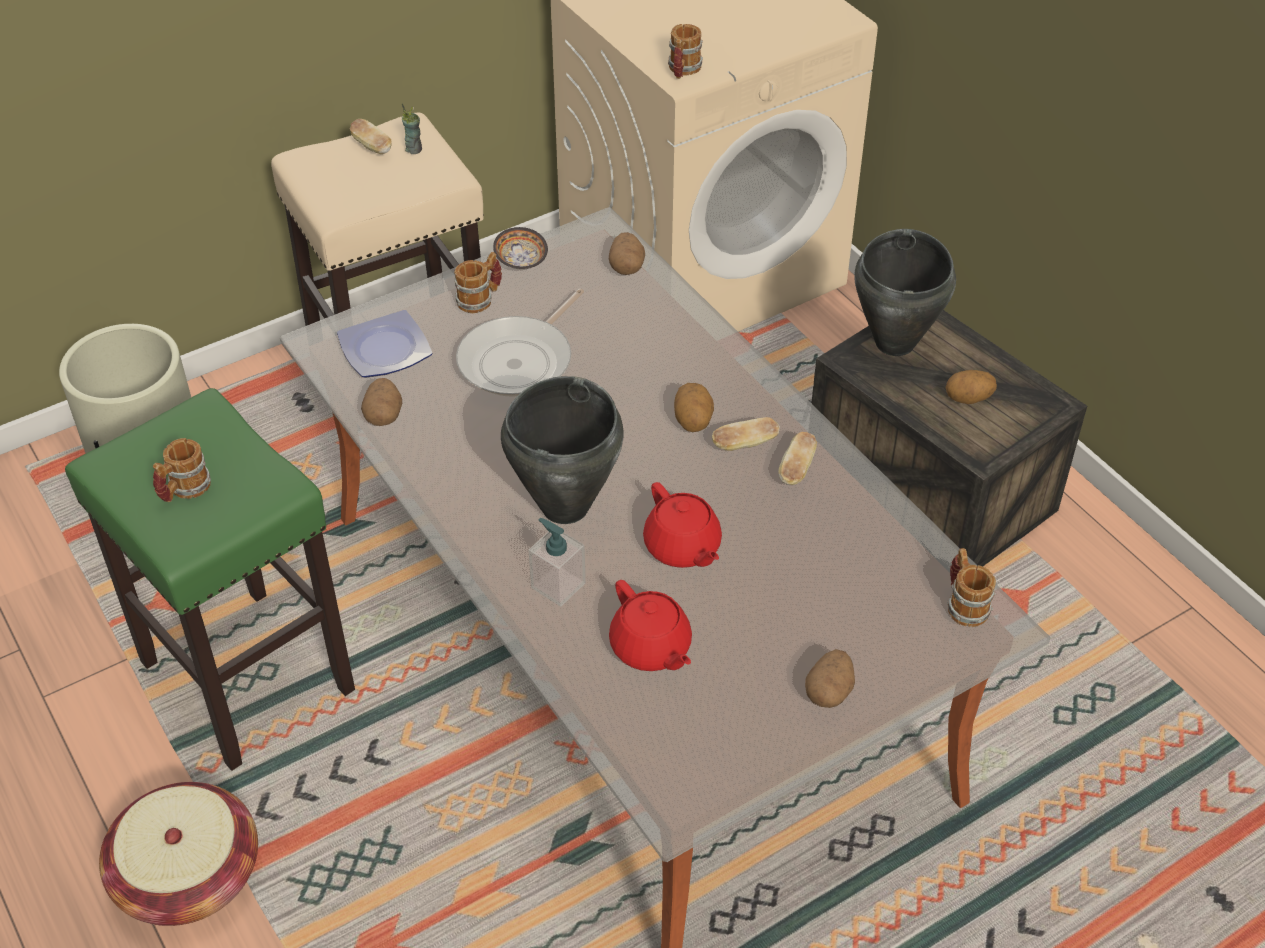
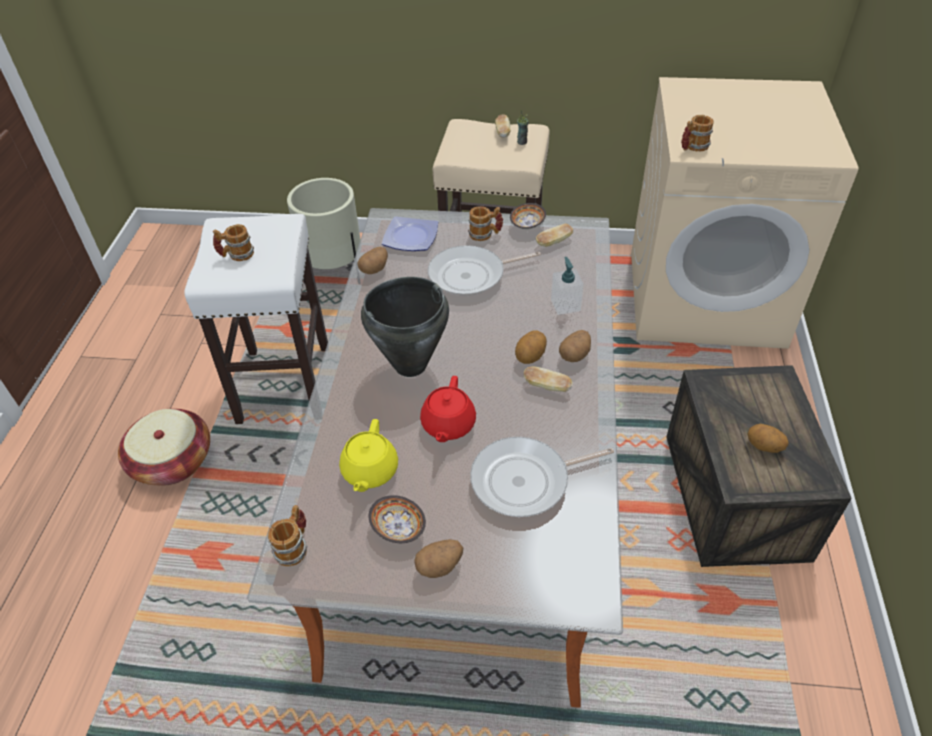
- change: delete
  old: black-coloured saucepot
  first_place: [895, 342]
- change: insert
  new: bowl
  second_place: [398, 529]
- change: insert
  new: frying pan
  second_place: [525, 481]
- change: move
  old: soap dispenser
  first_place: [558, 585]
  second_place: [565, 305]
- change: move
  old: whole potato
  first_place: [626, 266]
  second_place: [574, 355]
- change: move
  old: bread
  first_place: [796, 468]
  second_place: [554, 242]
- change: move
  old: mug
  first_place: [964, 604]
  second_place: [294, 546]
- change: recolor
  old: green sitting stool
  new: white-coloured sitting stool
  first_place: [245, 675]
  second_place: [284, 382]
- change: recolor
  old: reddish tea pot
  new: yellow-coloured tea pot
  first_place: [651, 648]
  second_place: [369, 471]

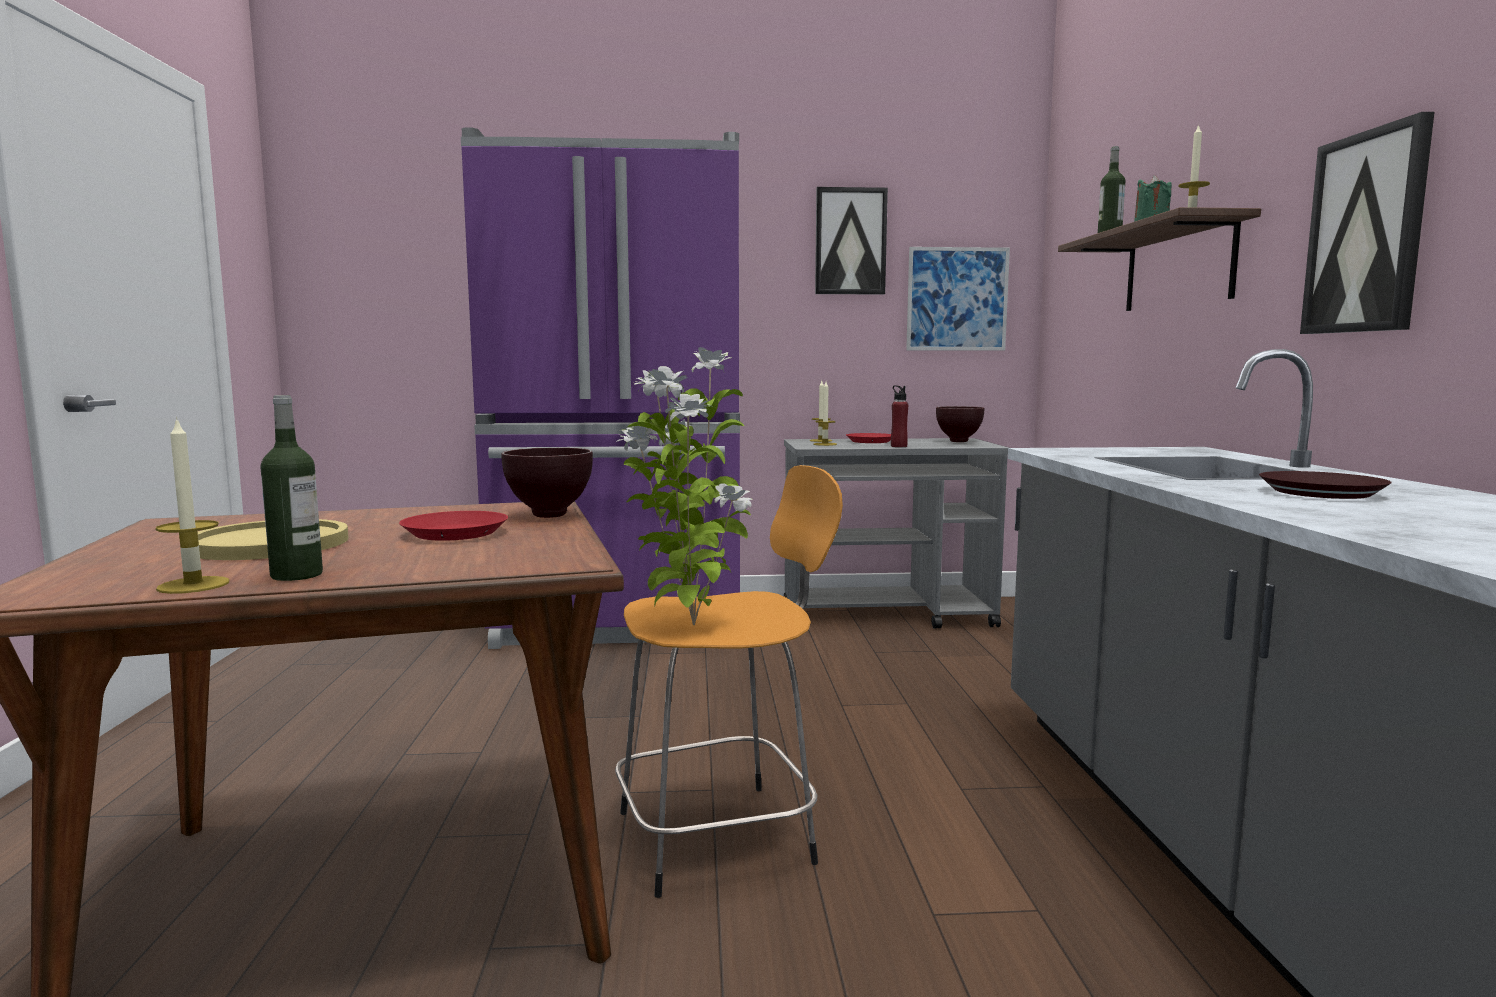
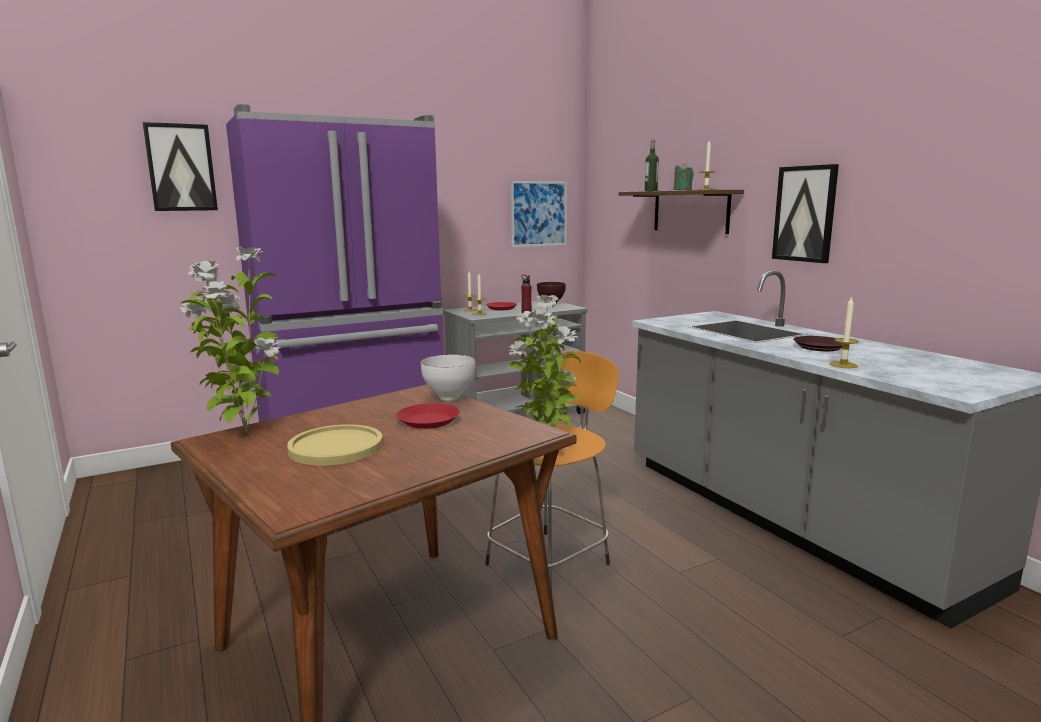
- change: delete
  old: bottle
  first_place: [296, 575]
- change: insert
  new: plant in a pot
  second_place: [243, 432]
- change: move
  old: wax candle
  first_place: [193, 585]
  second_place: [843, 365]
- change: move
  old: wall picture
  first_place: [850, 241]
  second_place: [181, 167]
- change: recolor
  old: brown-coloured bowl
  new: white-coloured bowl
  first_place: [548, 516]
  second_place: [449, 399]

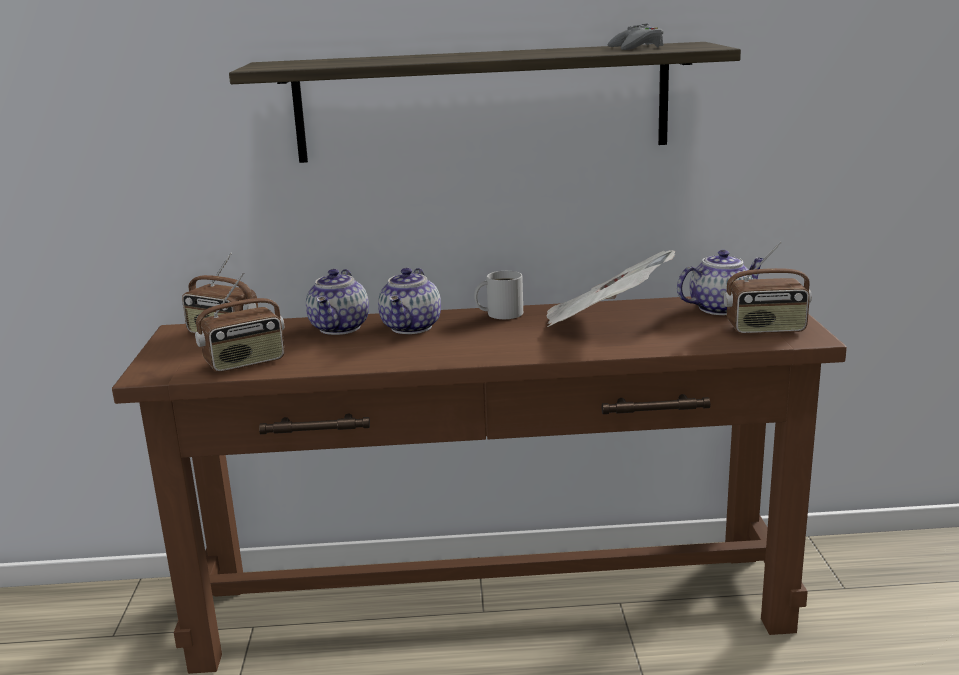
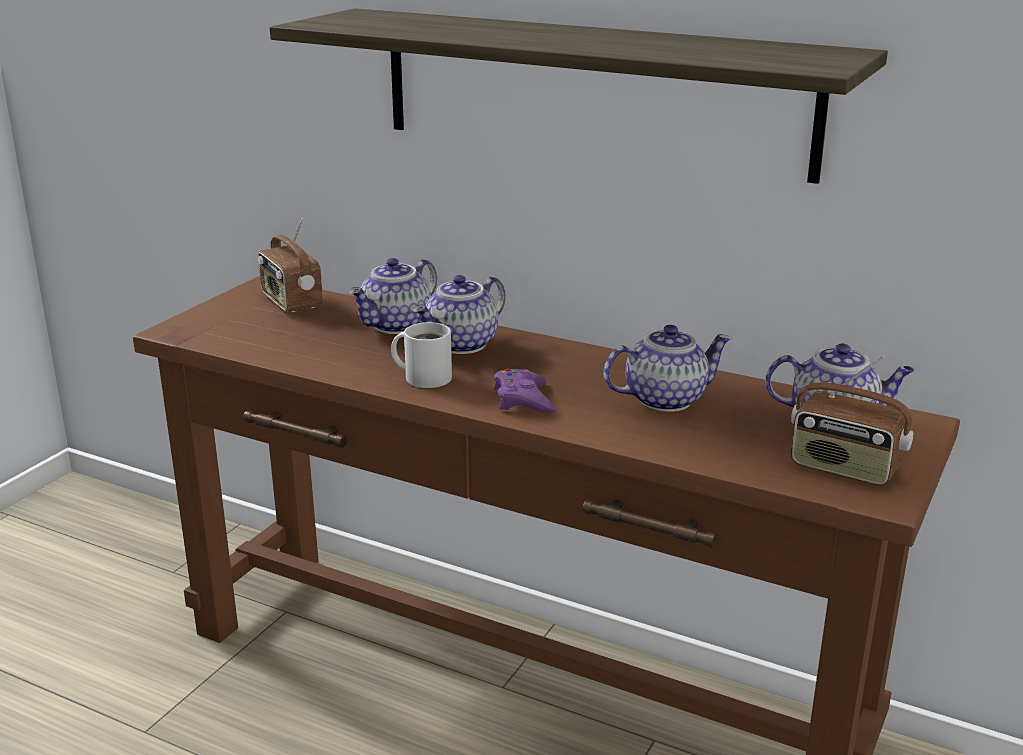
- change: delete
  old: radio receiver
  first_place: [245, 363]
- change: delete
  old: grey game controller
  first_place: [636, 47]
- change: insert
  new: purplish game controller
  second_place: [523, 399]
- change: move
  old: white-coloured mug
  first_place: [501, 313]
  second_place: [425, 377]
- change: replace
  old: printed paper
  new: tea pot
  first_place: [604, 323]
  second_place: [665, 399]

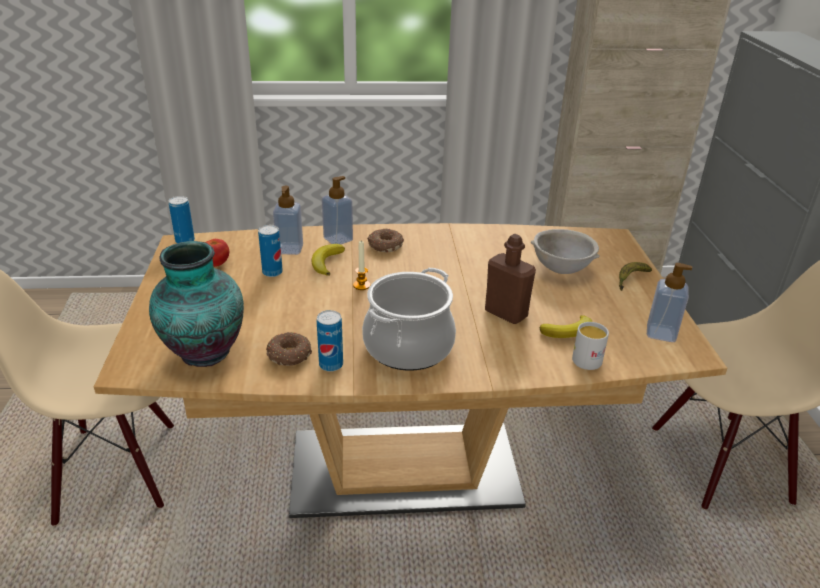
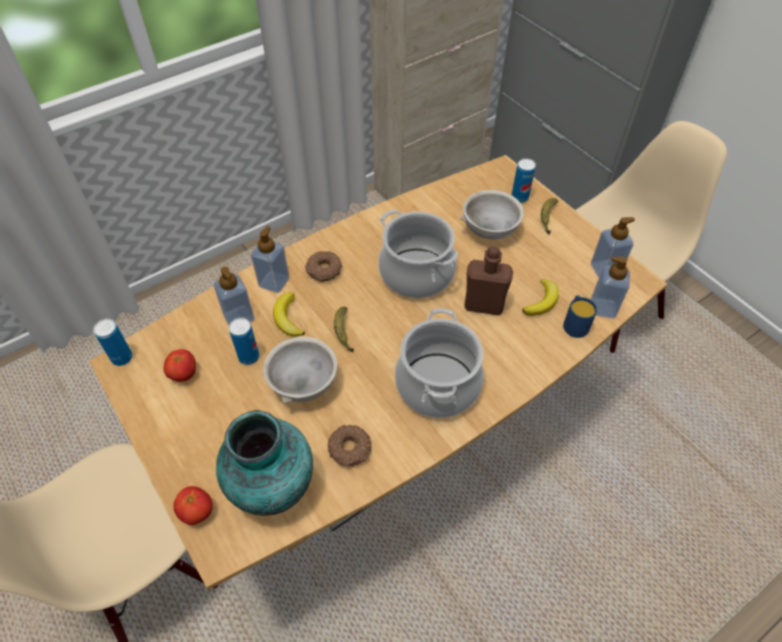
- change: insert
  new: tomato
  second_place: [197, 512]
- change: insert
  new: grey bowl
  second_place: [302, 385]
- change: insert
  new: saucepot
  second_place: [417, 273]
- change: insert
  new: soap dispenser
  second_place: [603, 308]
- change: move
  old: metal can
  first_place: [331, 365]
  second_place: [519, 197]
- change: replace
  old: wax candle
  new: banana fruit
  first_place: [361, 285]
  second_place: [343, 332]
- change: recolor
  old: white-coloured mug
  new: bluish mug
  first_place: [588, 358]
  second_place: [575, 323]

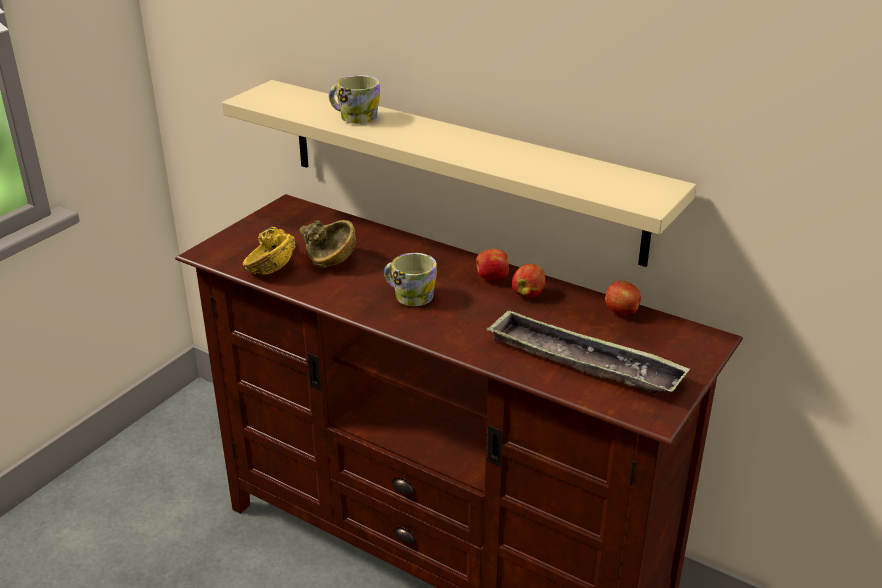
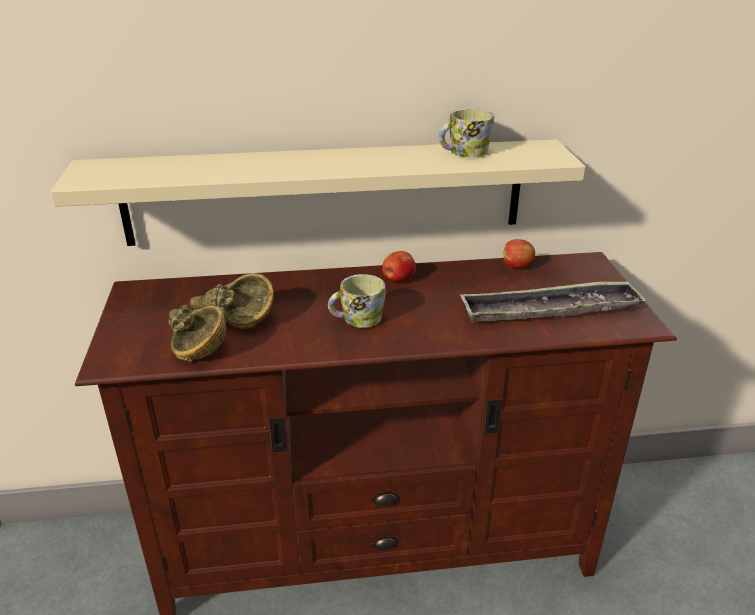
- change: delete
  old: whole apple
  first_place: [528, 294]
- change: move
  old: mug
  first_place: [354, 117]
  second_place: [463, 152]
- change: recolor
  old: yellow-coloured bowl
  new: brown-coloured bowl
  first_place: [271, 262]
  second_place: [191, 344]

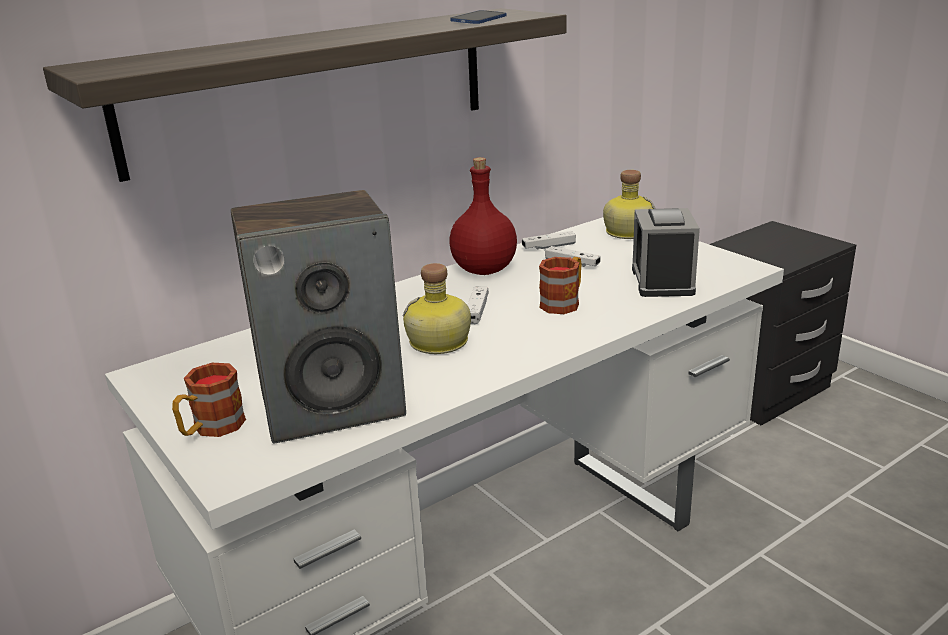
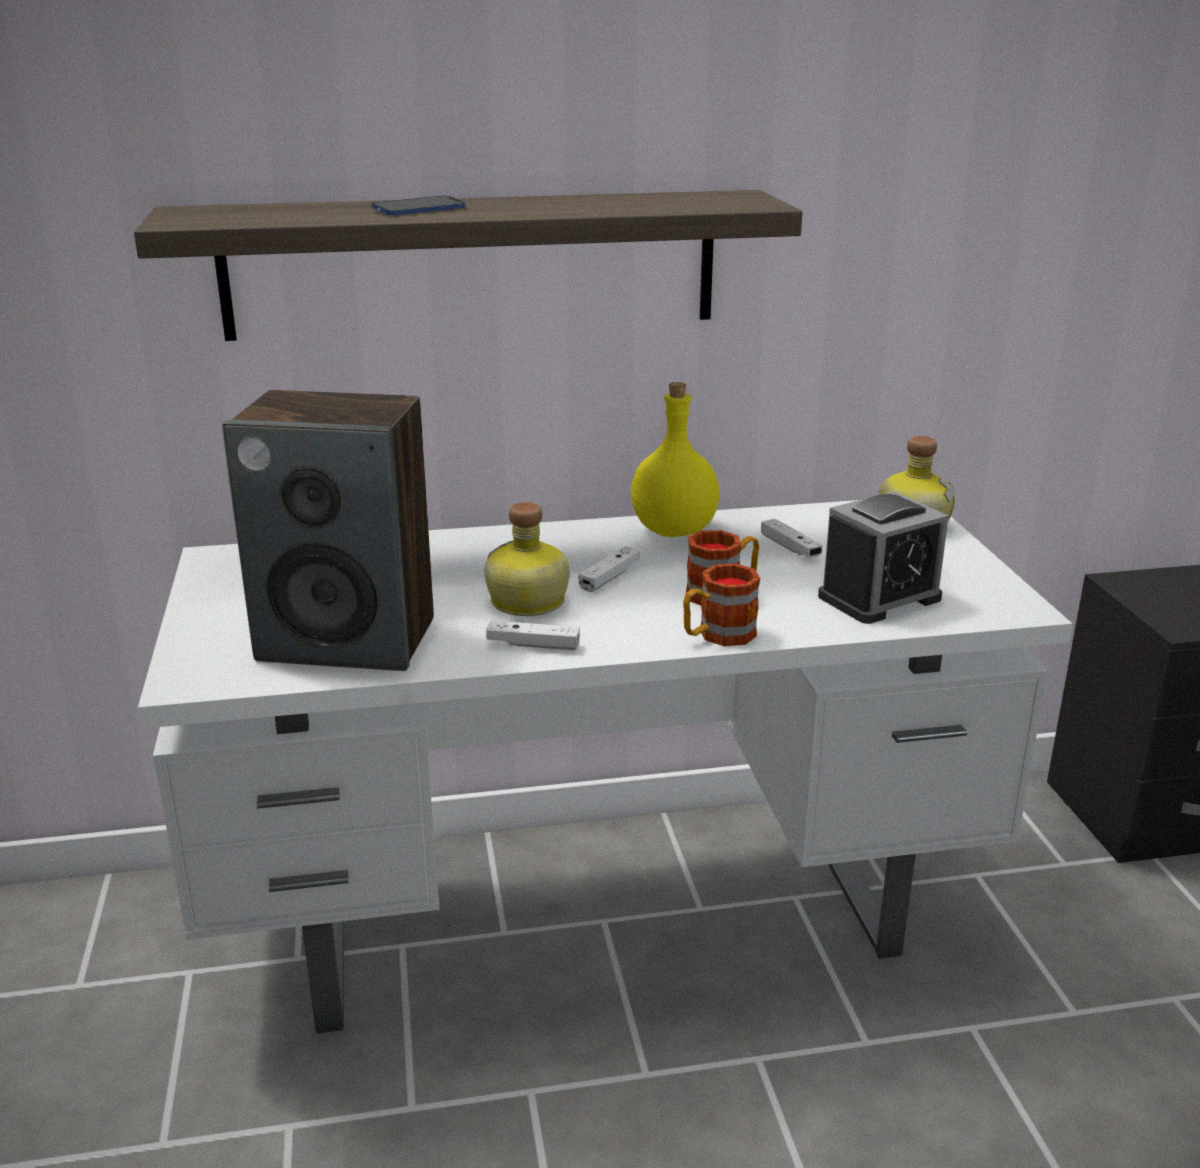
- change: move
  old: mug
  first_place: [211, 428]
  second_place: [717, 636]
- change: move
  old: telephone
  first_place: [479, 19]
  second_place: [419, 209]
- change: move
  old: white-coloured game controller
  first_place: [549, 247]
  second_place: [533, 645]
- change: recolor
  old: reddish bottle
  new: yellow-coloured bottle
  first_place: [483, 270]
  second_place: [672, 530]
- change: rotate
  old: table clock
  first_place: [662, 281]
  second_place: [879, 598]
  degrees: -150

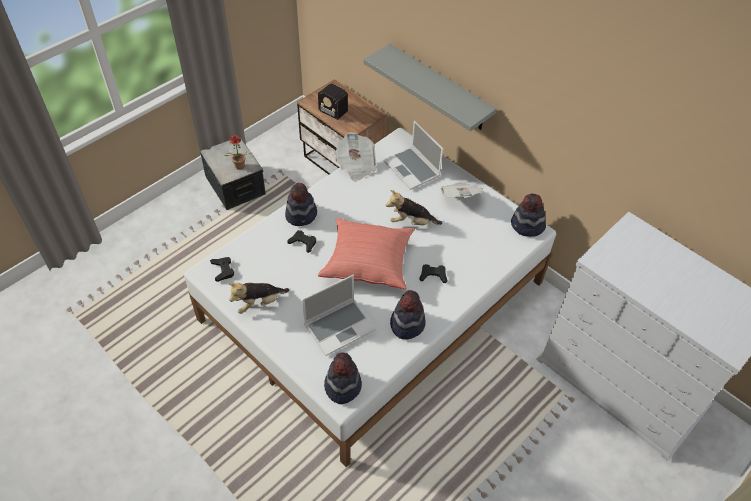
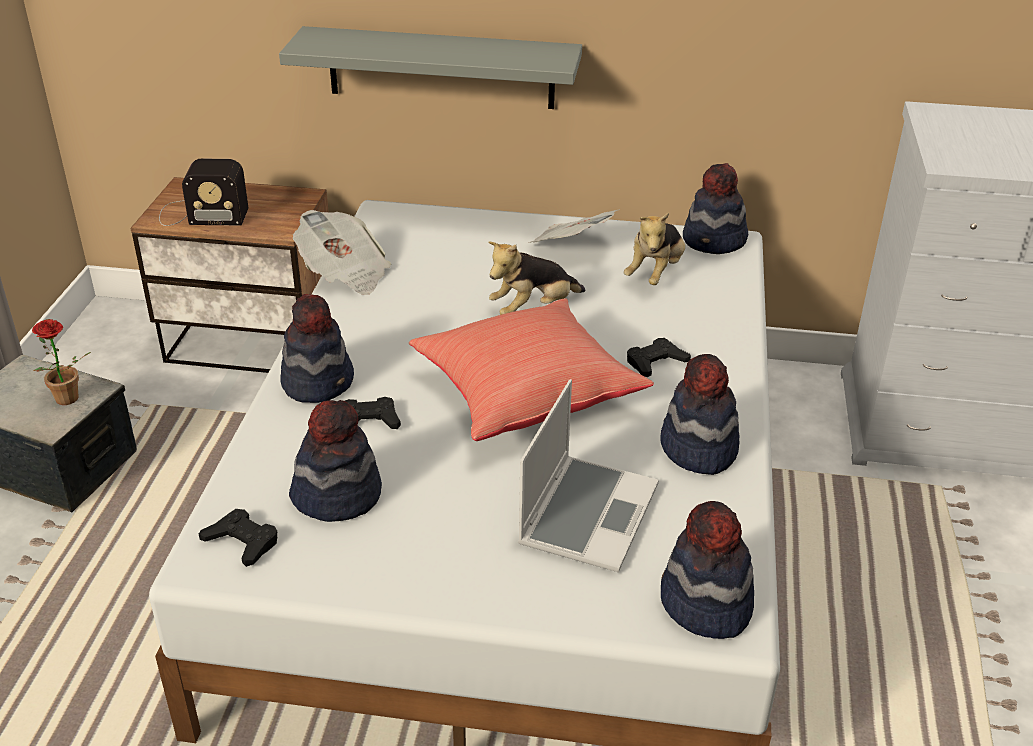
- change: delete
  old: portable computer
  first_place: [412, 169]
- change: insert
  new: wearable hat
  second_place: [337, 495]
- change: move
  old: cuddly toy
  first_place: [259, 303]
  second_place: [655, 273]

